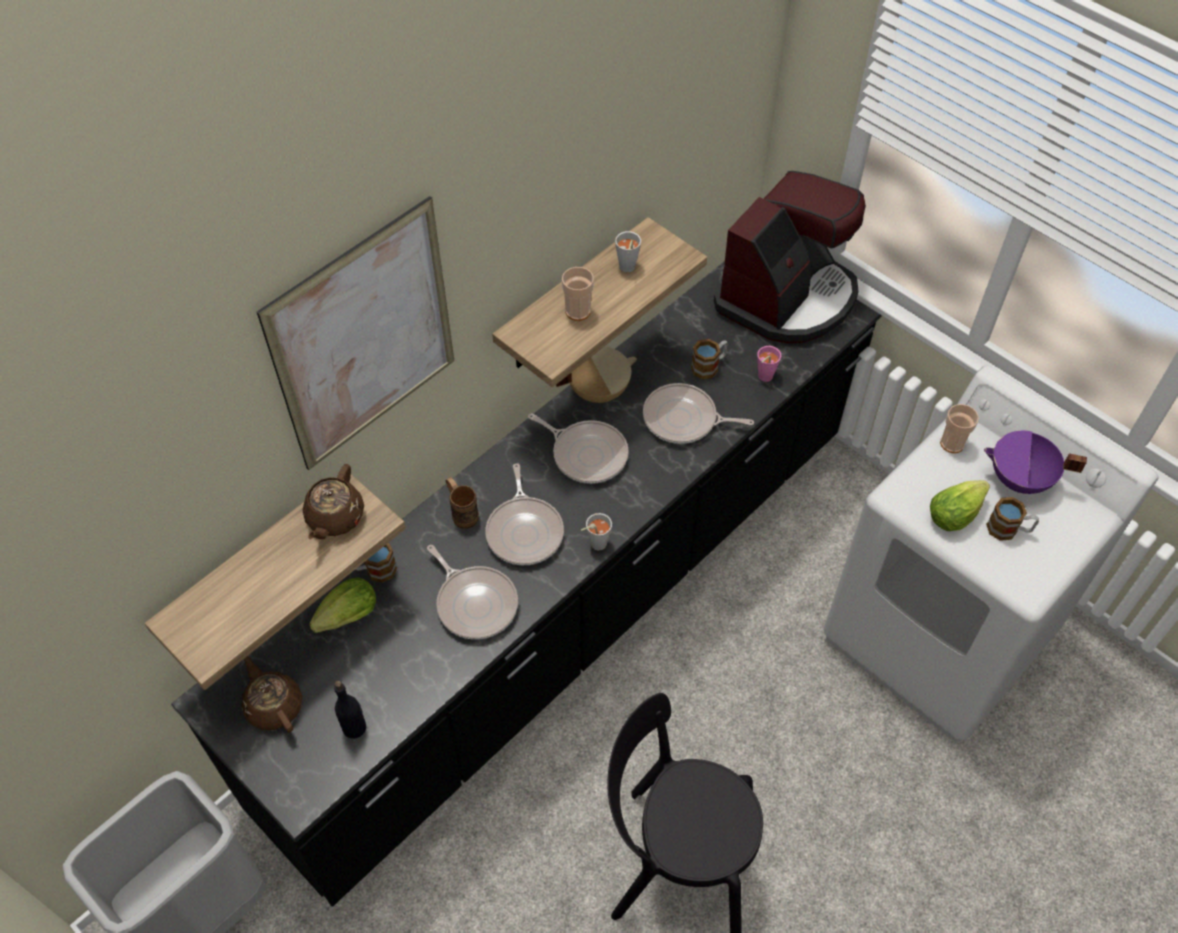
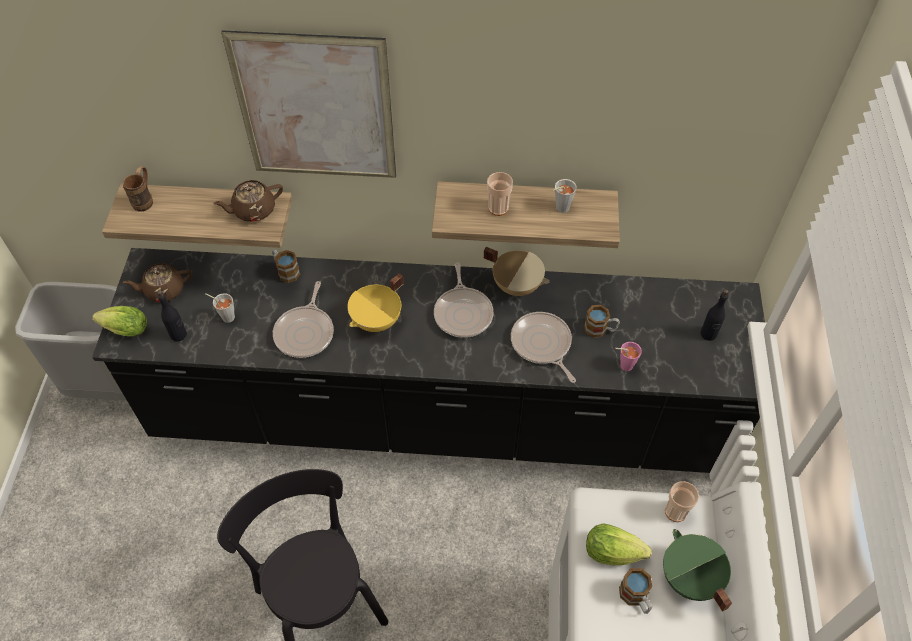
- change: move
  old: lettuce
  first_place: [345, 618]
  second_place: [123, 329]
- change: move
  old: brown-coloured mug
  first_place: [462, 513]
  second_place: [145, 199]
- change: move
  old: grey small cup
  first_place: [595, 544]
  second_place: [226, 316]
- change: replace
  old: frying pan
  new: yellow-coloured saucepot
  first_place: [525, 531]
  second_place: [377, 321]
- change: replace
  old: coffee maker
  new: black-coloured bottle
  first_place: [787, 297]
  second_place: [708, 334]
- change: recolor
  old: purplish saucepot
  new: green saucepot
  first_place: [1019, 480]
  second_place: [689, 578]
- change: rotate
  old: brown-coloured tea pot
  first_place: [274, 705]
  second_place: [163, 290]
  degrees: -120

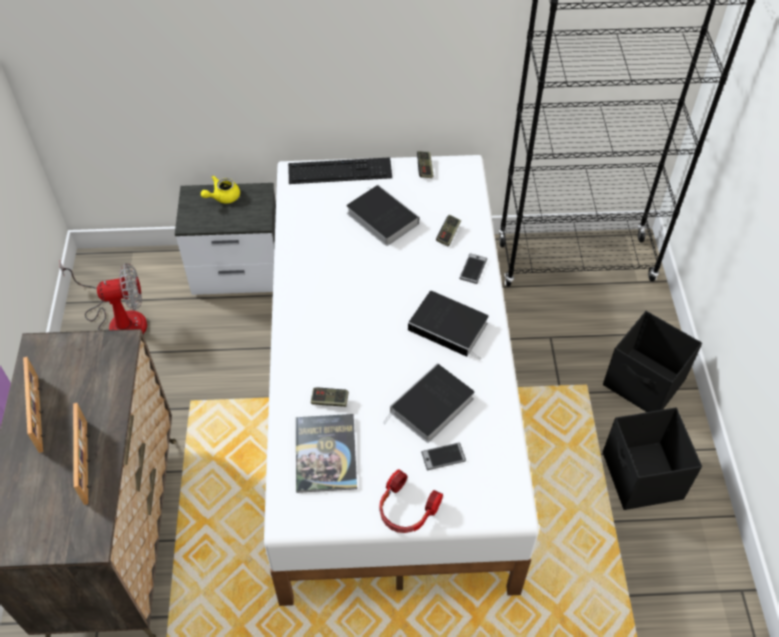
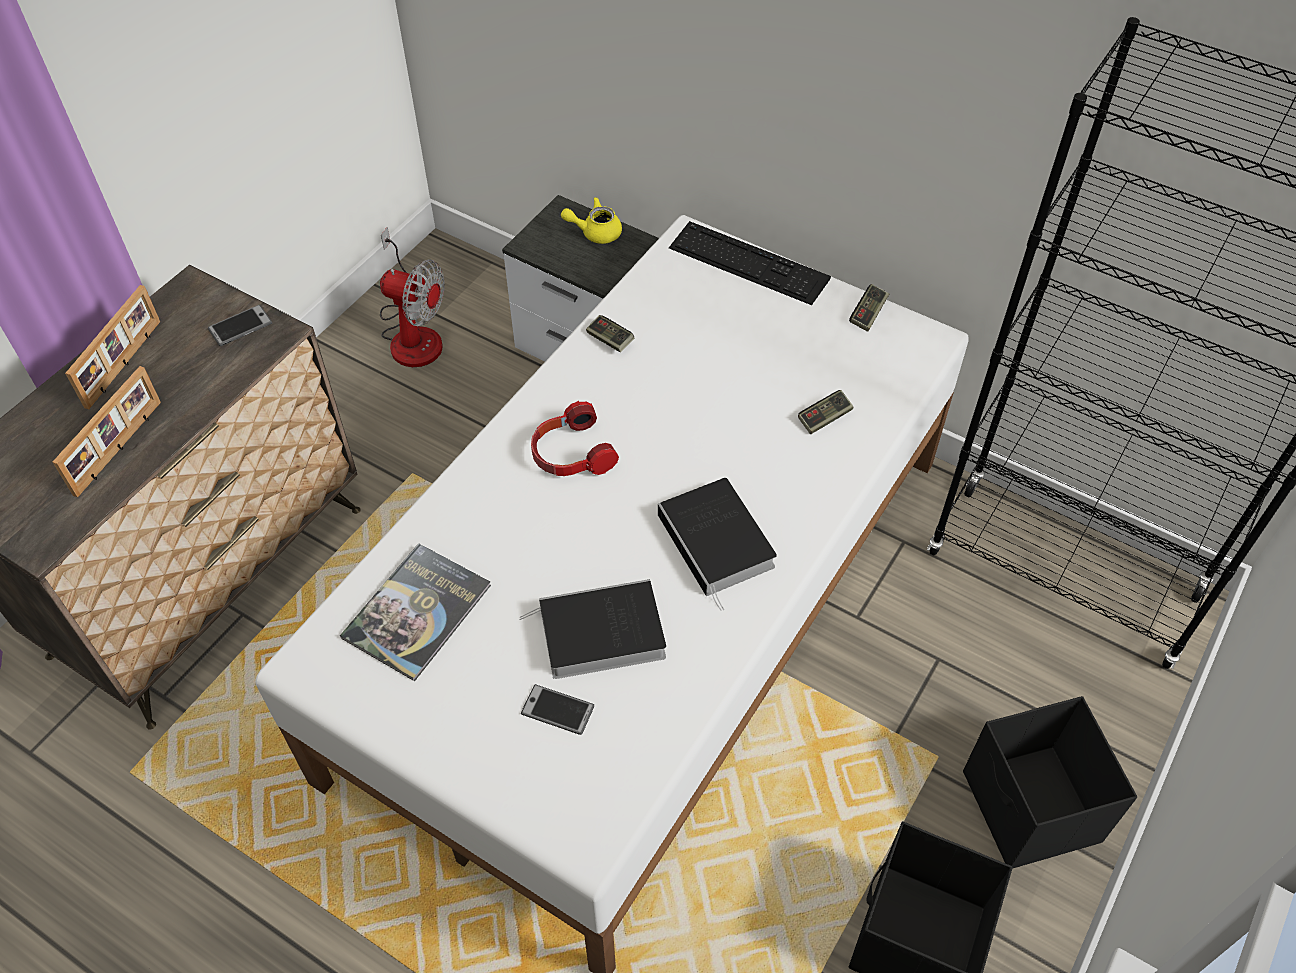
- change: delete
  old: volume
  first_place: [380, 217]
- change: move
  old: game controller
  first_place: [330, 401]
  second_place: [610, 340]
- change: move
  old: pair of headphones
  first_place: [406, 510]
  second_place: [570, 454]
- change: move
  old: telephone
  first_place: [473, 269]
  second_place: [240, 326]

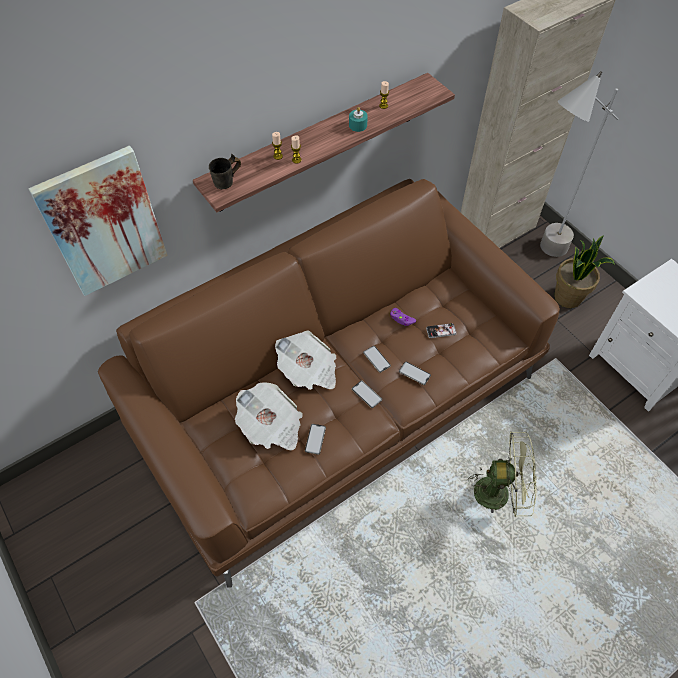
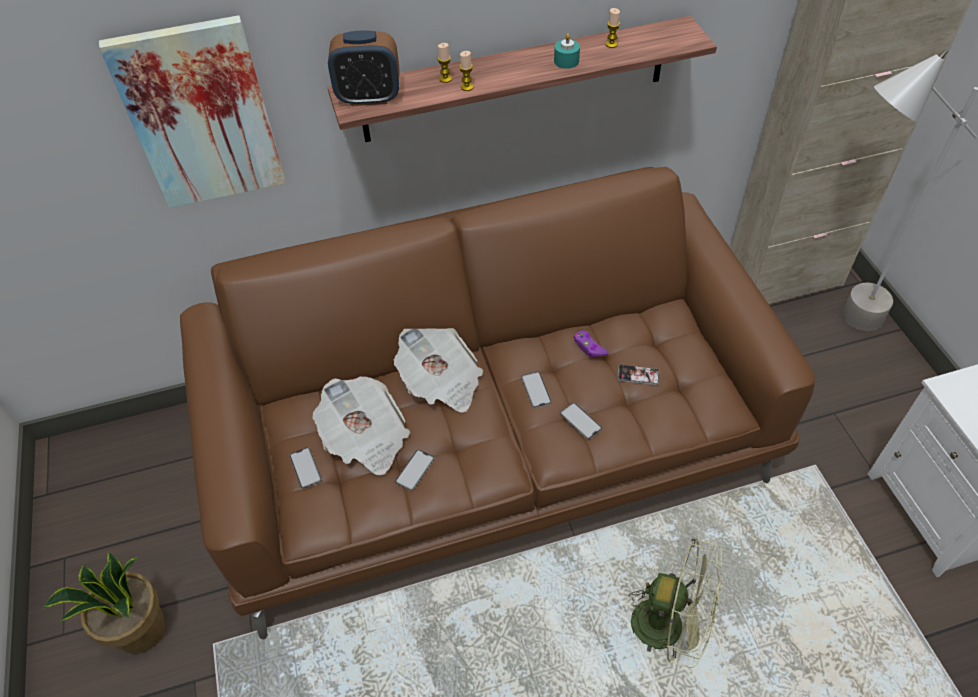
- change: move
  old: telephone
  first_place: [366, 394]
  second_place: [305, 467]
- change: move
  old: plant in a pot
  first_place: [568, 297]
  second_place: [142, 631]
- change: replace
  old: grey mug
  new: table clock
  first_place: [228, 183]
  second_place: [369, 97]

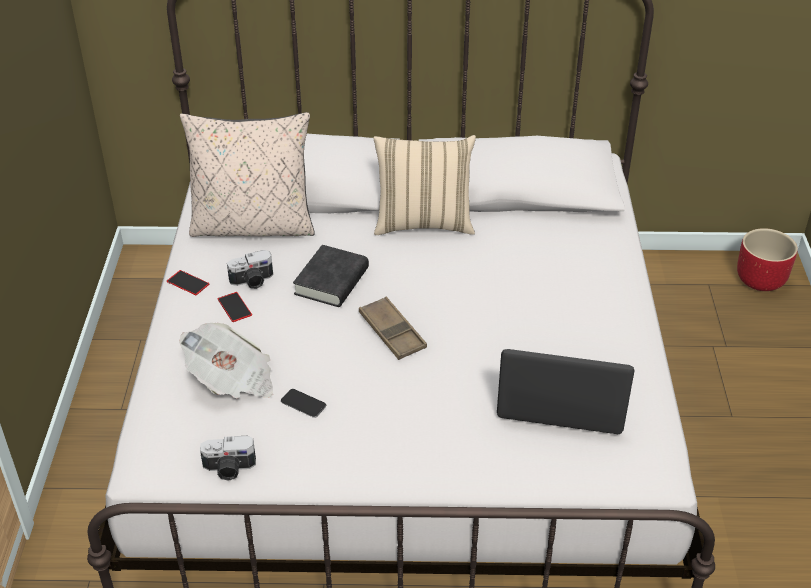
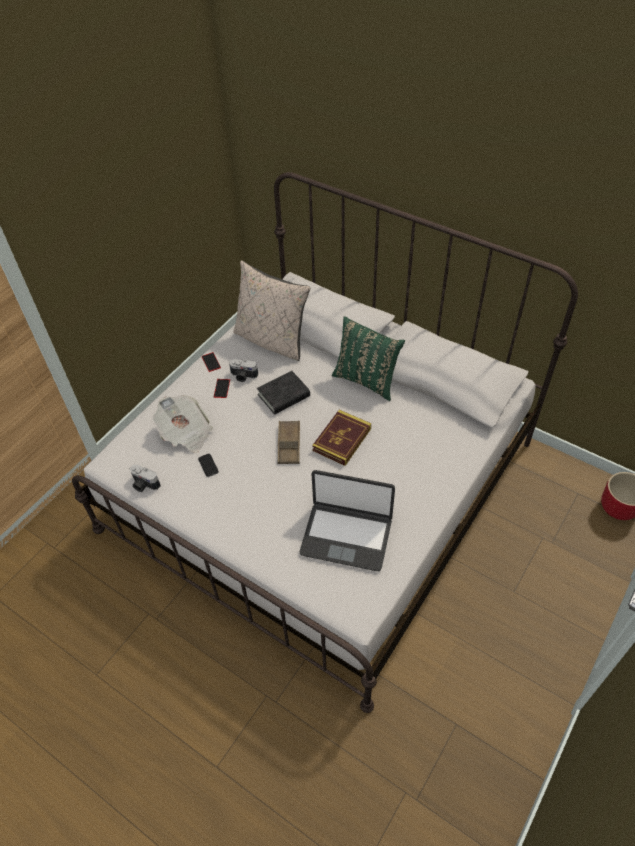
- change: insert
  new: volume
  second_place: [342, 439]
- change: recolor
  old: sand-coloured cushion
  new: green cushion
  first_place: [423, 223]
  second_place: [366, 380]
- change: rotate
  old: portable computer
  first_place: [562, 398]
  second_place: [346, 536]
  degrees: 150

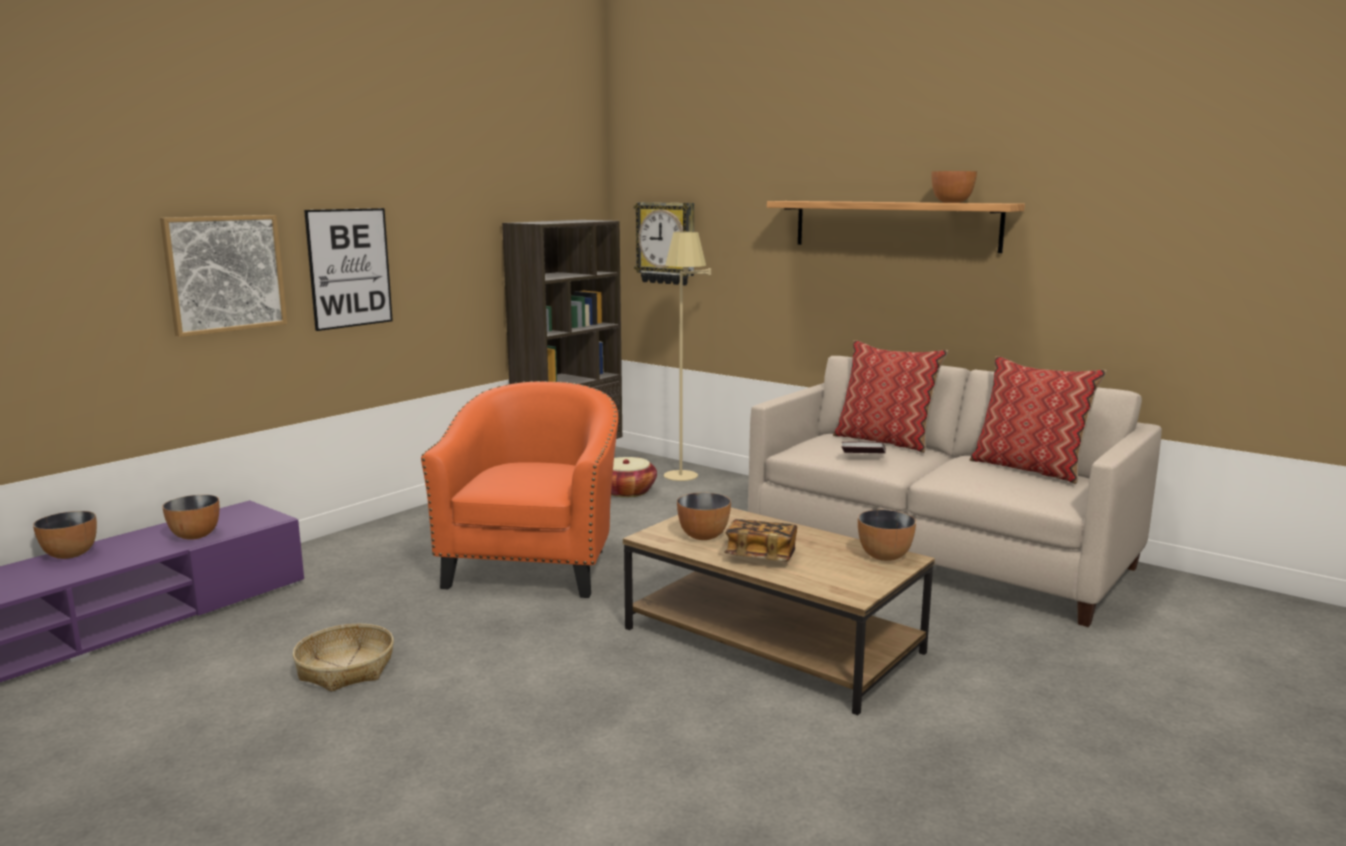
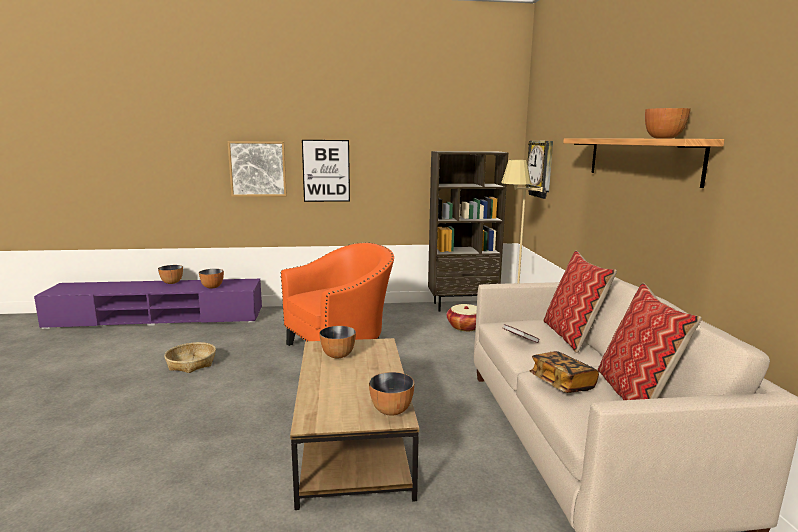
- change: move
  old: volume
  first_place: [761, 556]
  second_place: [562, 384]

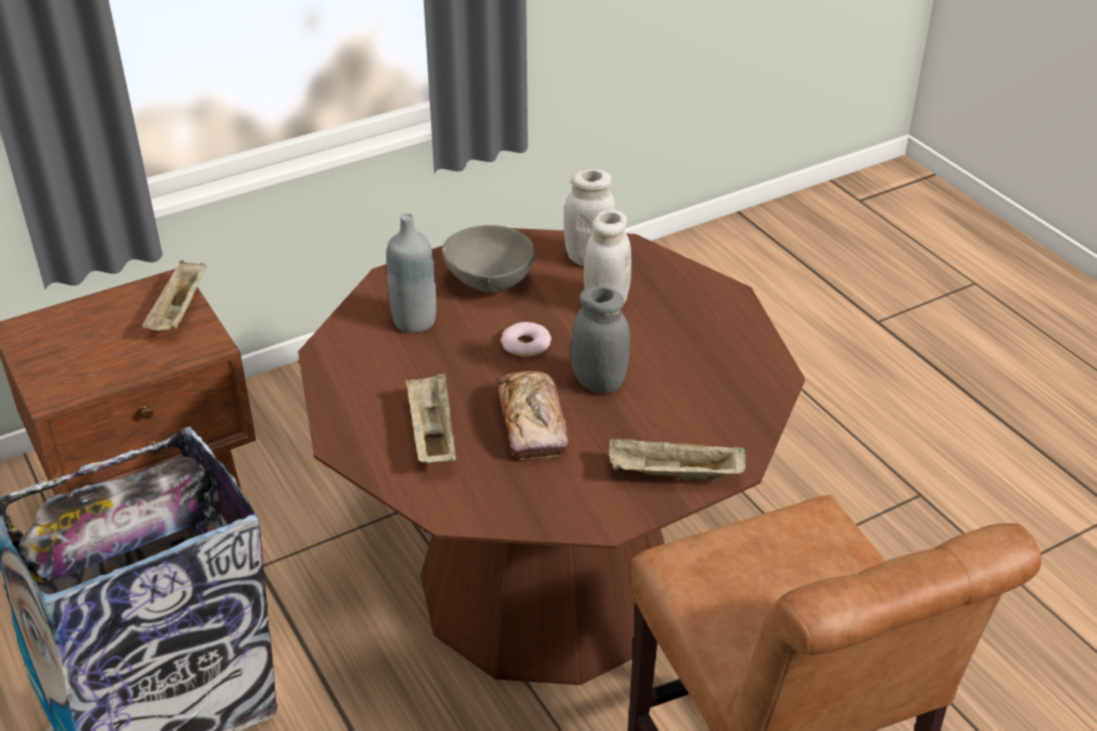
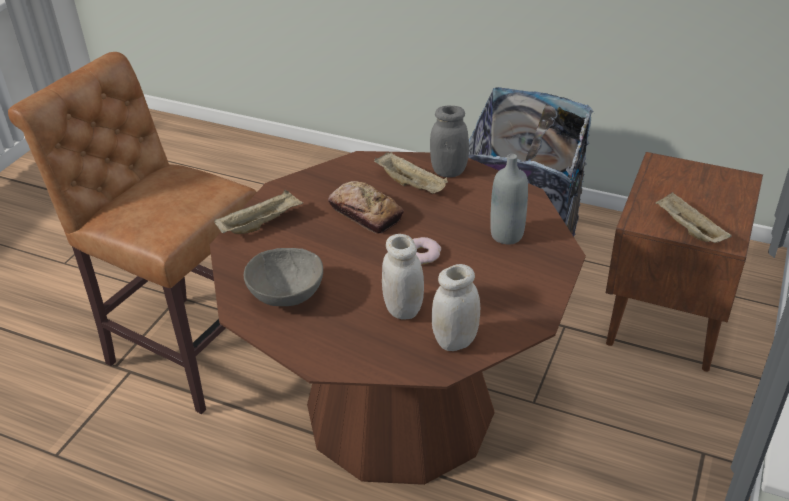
- change: move
  old: grey bowl
  first_place: [490, 282]
  second_place: [285, 295]
- change: move
  old: grey preserve jar
  first_place: [599, 382]
  second_place: [449, 171]

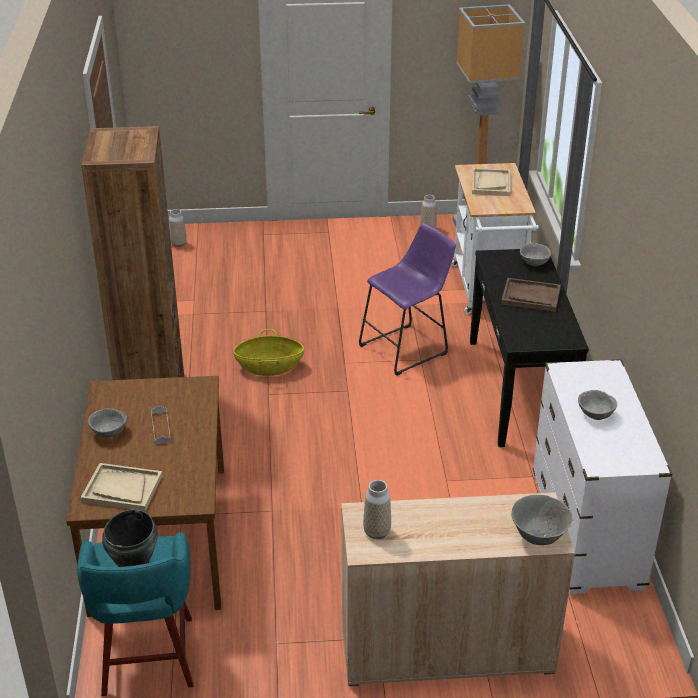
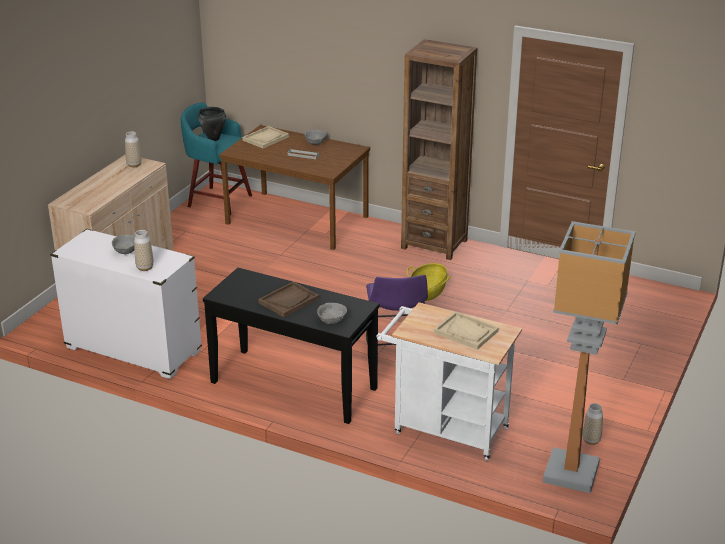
- change: delete
  old: grey bowl
  first_place: [538, 536]
- change: move
  old: flower vase
  first_place: [178, 244]
  second_place: [145, 268]

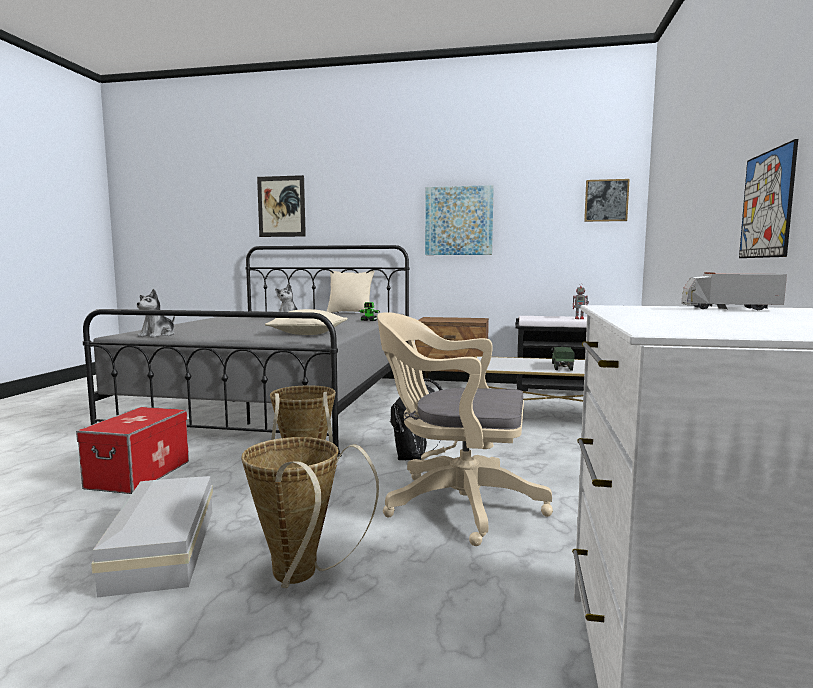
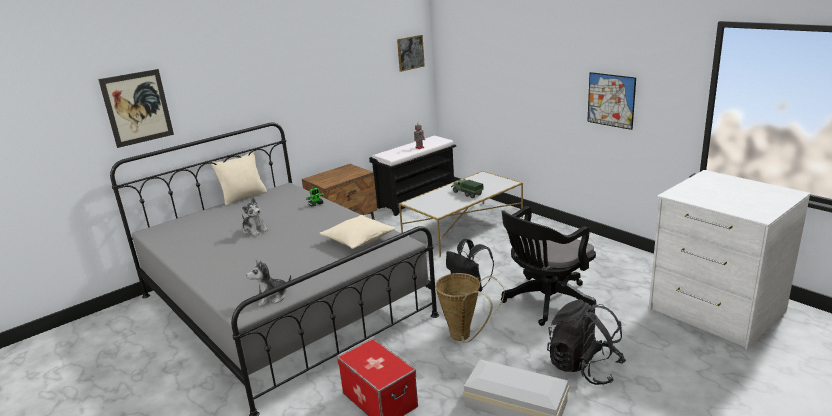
- change: delete
  old: wall picture
  first_place: [459, 221]
- change: delete
  old: toy truck
  first_place: [728, 309]
- change: replace
  old: storage basket
  new: black-coloured rucksack
  first_place: [300, 578]
  second_place: [584, 367]
- change: recolor
  old: sand-coloured computer chair
  new: black-coloured computer chair
  first_place: [455, 504]
  second_place: [545, 302]
- change: rotate
  old: cuddly toy
  first_place: [158, 335]
  second_place: [271, 297]
  degrees: 90

